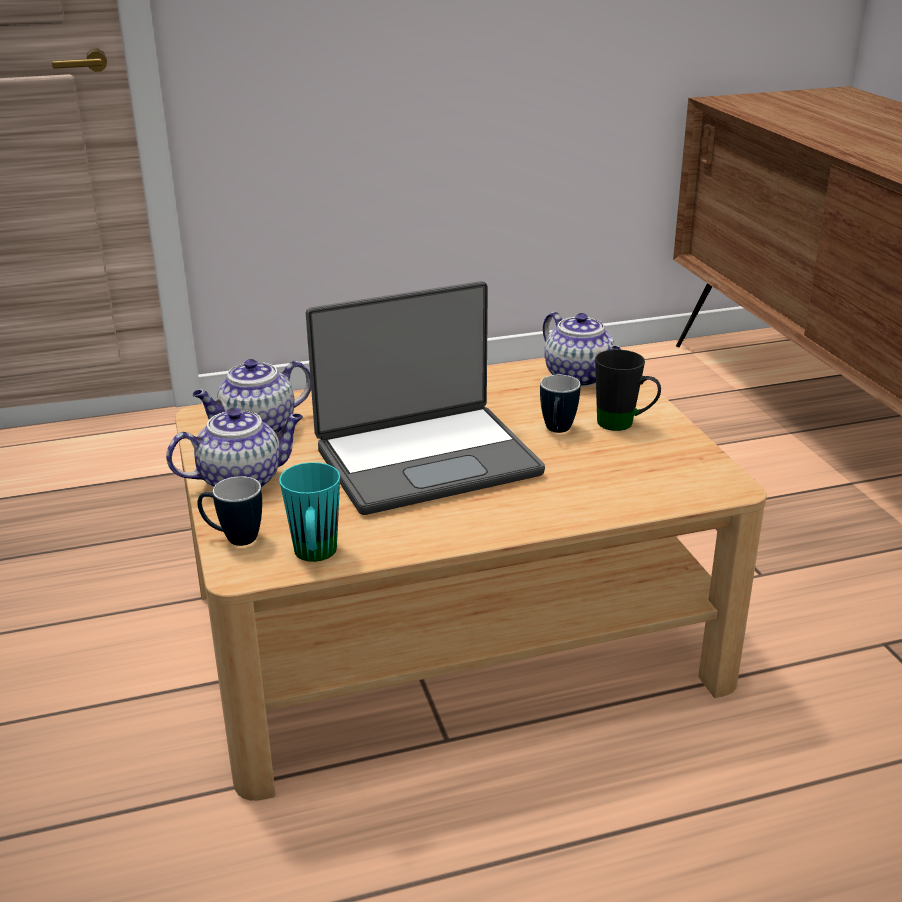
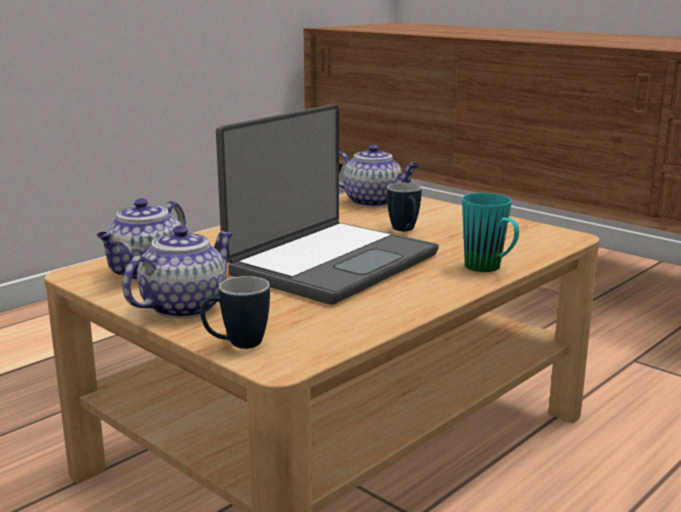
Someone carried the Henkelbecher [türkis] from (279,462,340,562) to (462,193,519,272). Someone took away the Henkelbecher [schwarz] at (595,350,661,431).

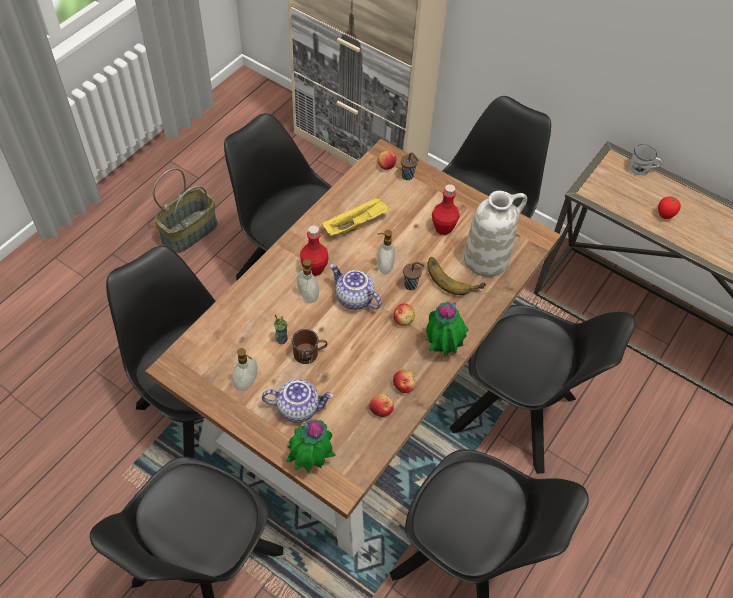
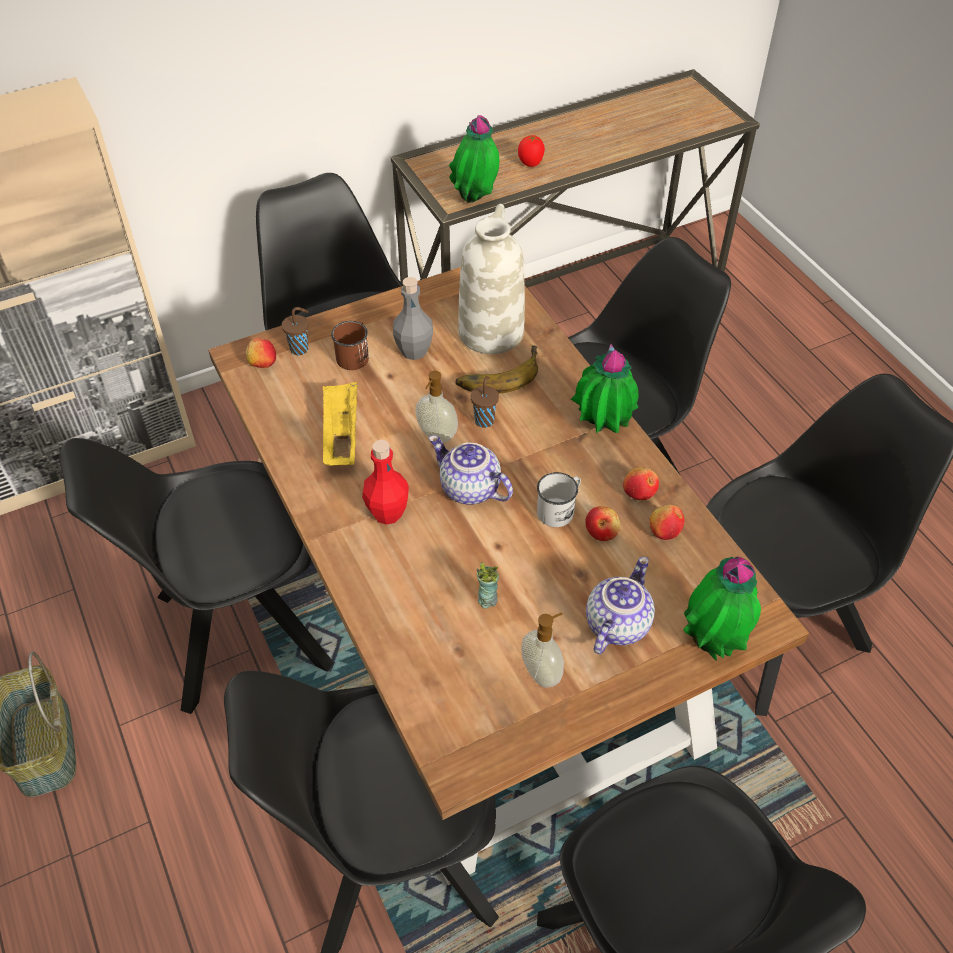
Someone carried the Henkelbecher [braun] from (291,329,327,364) to (331,321,369,370). Someone took away the Seifenspender at (297,259,319,303). Someone rotated the Teekanne at (330,264,381,310) by 60 degrees clockwise. Someone carried the Apfel from (393,303,415,326) to (585,506,620,541). Someone repainted the Flasche [rot] at (432,184,460,235), which became the Flasche [grau] at (393,277,433,360). Someone carried the Henkelbecher [weiß] from (629,144,662,175) to (537,472,581,527). Someone put down the Topfpflanze at (449,115,499,203).

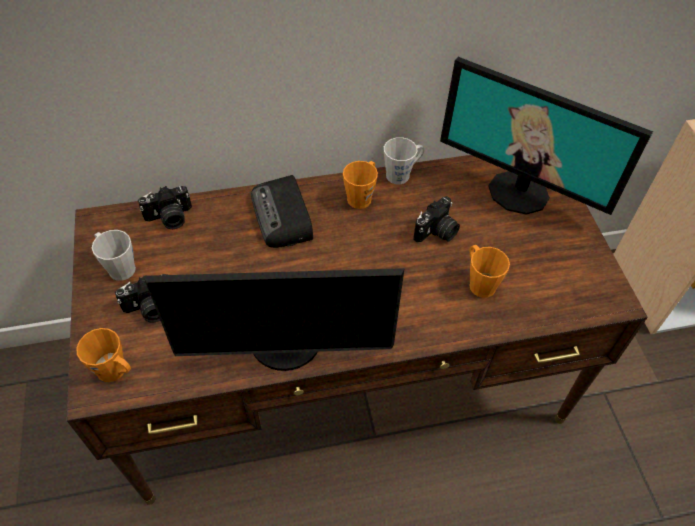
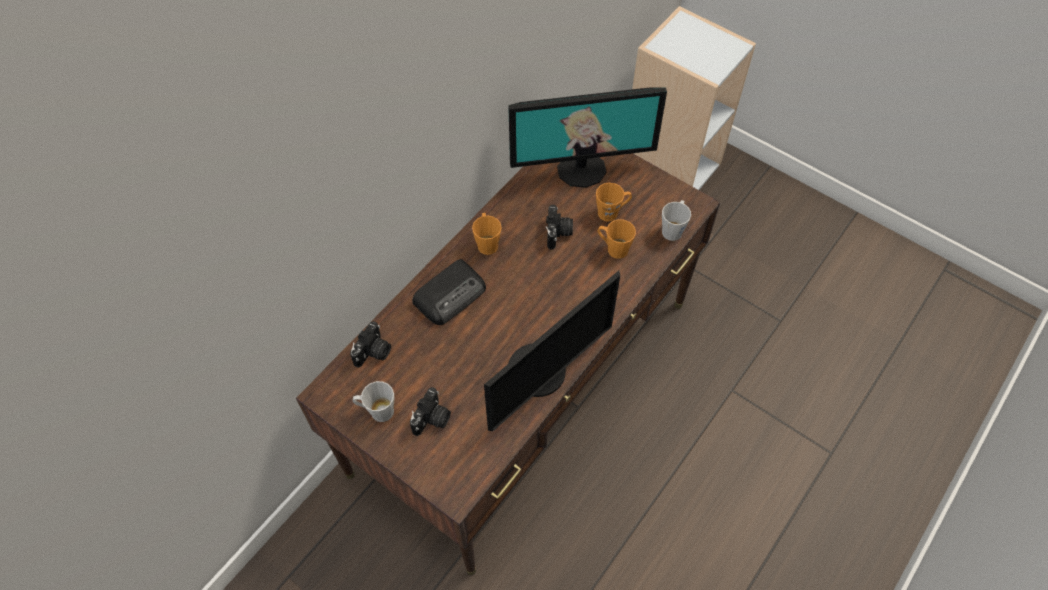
Someone carried the Henkelbecher [orange] from (76,328,131,382) to (596,183,632,222). Someone rotated the Radio at (251,175,313,248) by 75 degrees counterclockwise. Someone carried the Henkelbecher [grau] from (384,137,424,184) to (662,200,691,241).

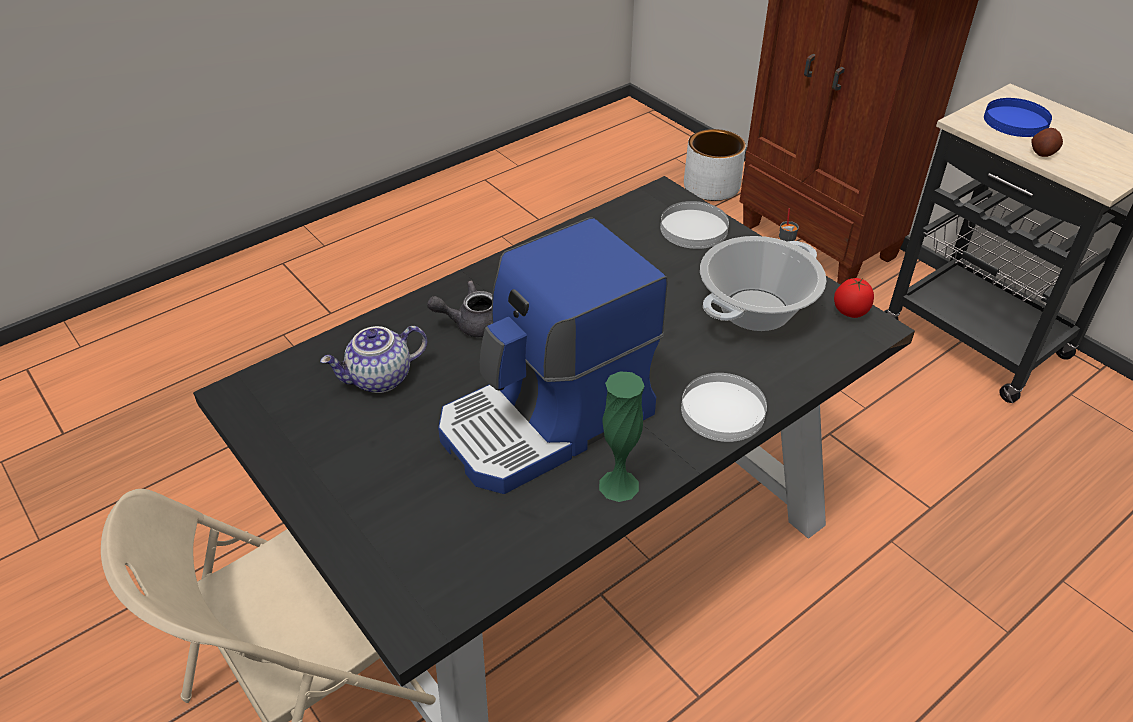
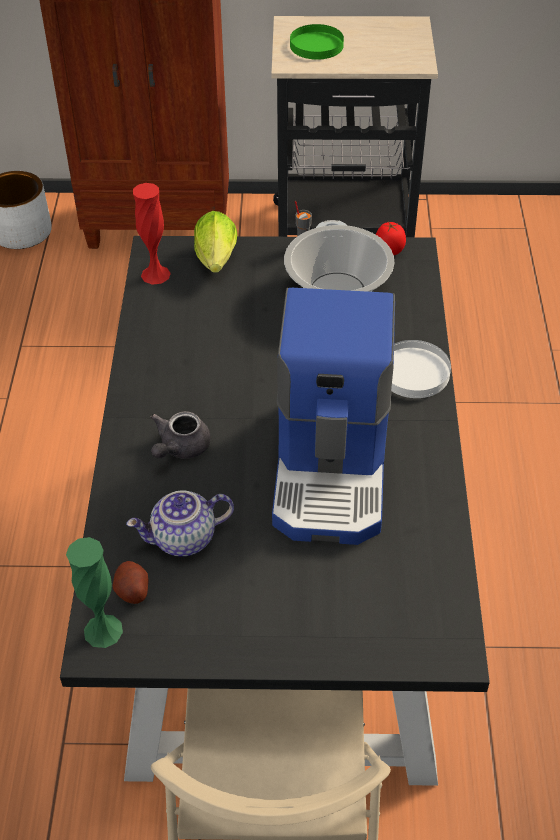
Someone rotated the Teekanne at (320,326,427,393) by 60 degrees clockwise. Someone carried the Vase [grün] from (599,371,644,502) to (66,537,123,648). Someone swapped the Teller [weiß] at (660,201,729,249) for the Salatkopf at (194,211,237,273). Someone repainted the Teller [blau] at (984,98,1052,137), which became the Teller [grün] at (290,24,344,60). Someone carried the Kartoffel from (1031,128,1063,157) to (113,561,149,604). Someone put down the Vase [rot] at (133,183,171,285).

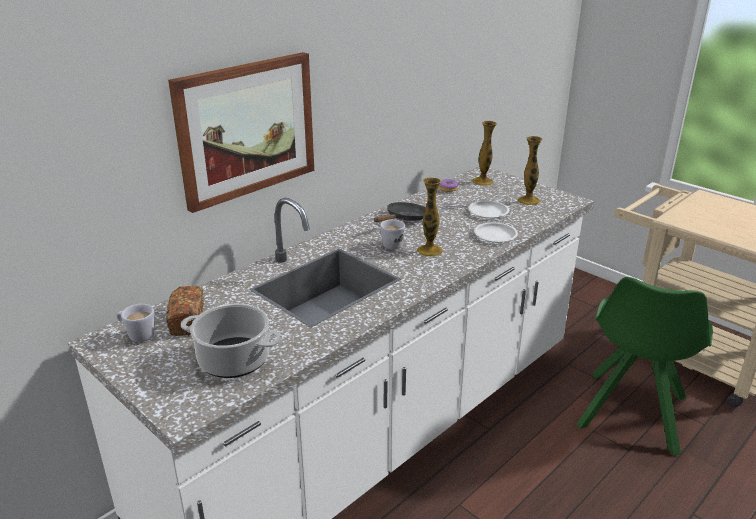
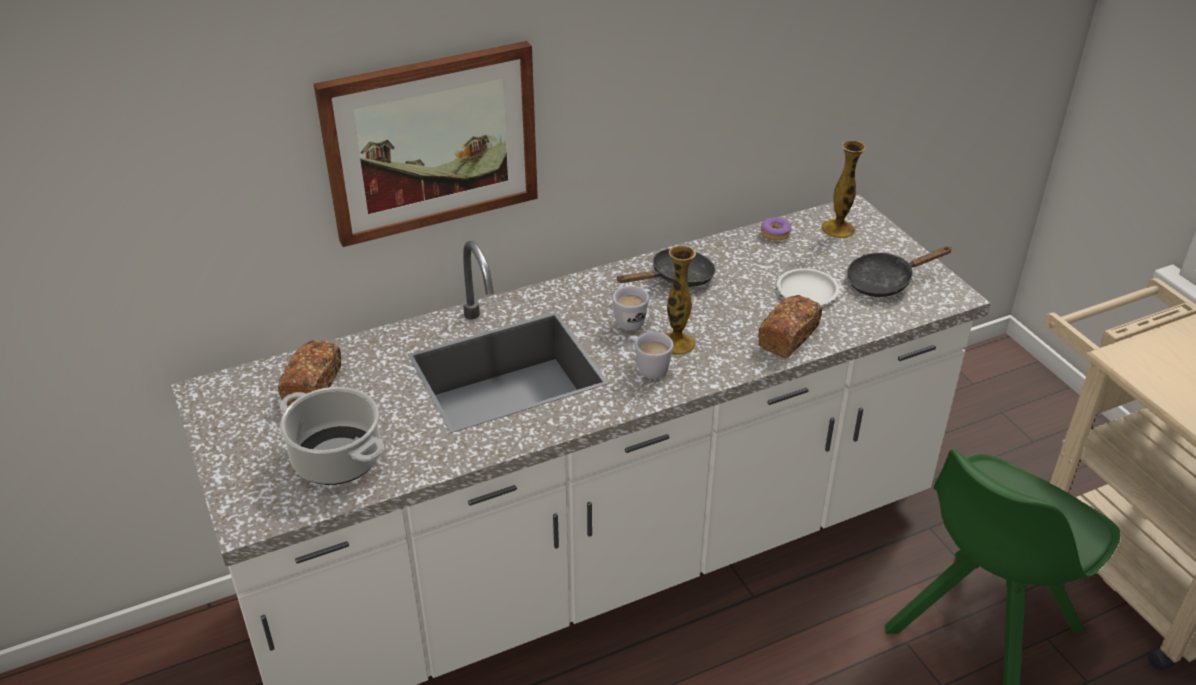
Someone carried the Henkelbecher [weiß] from (116,304,155,342) to (628,332,673,379). Someone swapped the Teller [weiß] at (474,222,518,243) for the Brot at (758,295,822,358). Someone swapped the Vase at (518,136,543,205) for the Pfanne [schwarz] at (847,246,952,297).

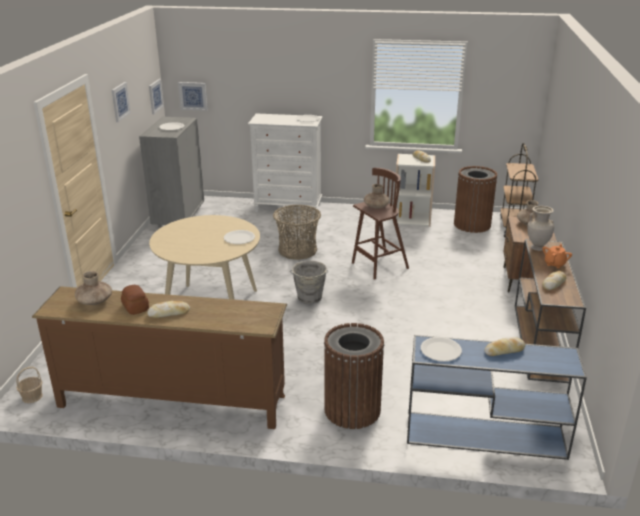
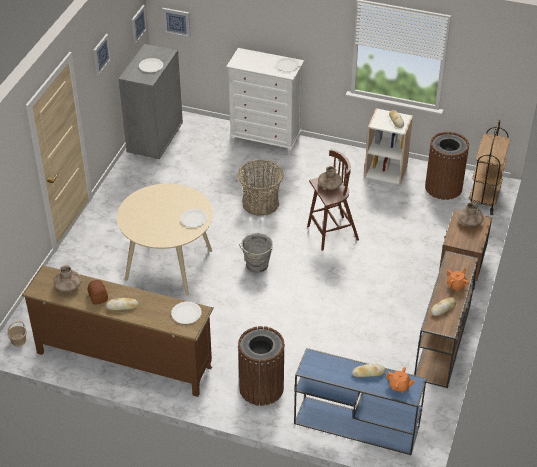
Someone carried the Teller [weiß] from (421,337,462,362) to (171,302,202,324). Someone took away the Vase [beige] at (527,206,554,251). Someone put down the Teekanne [orange] at (386,367,415,392).

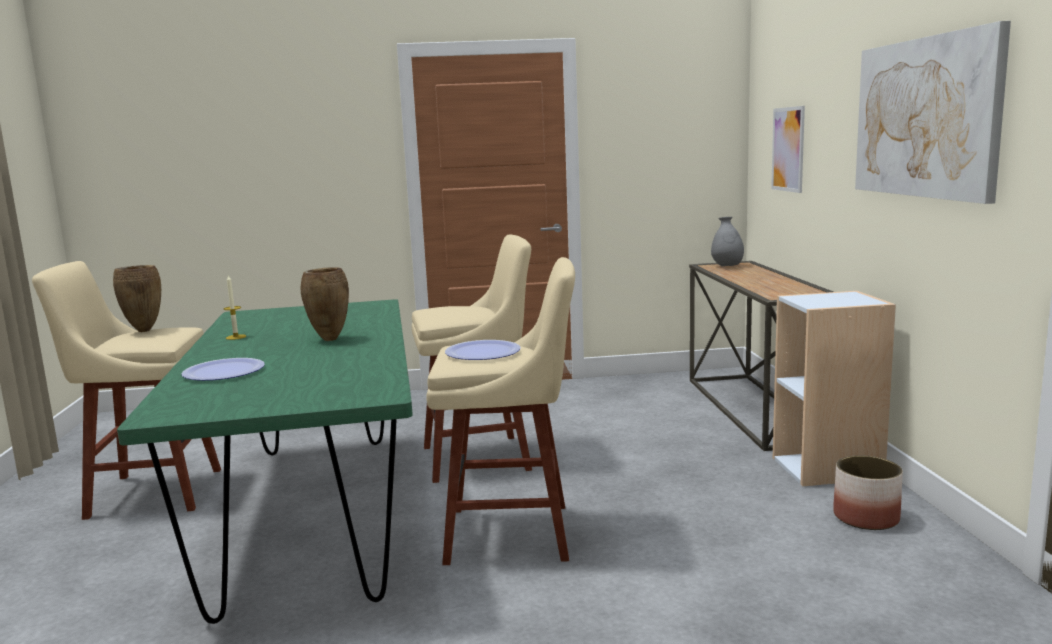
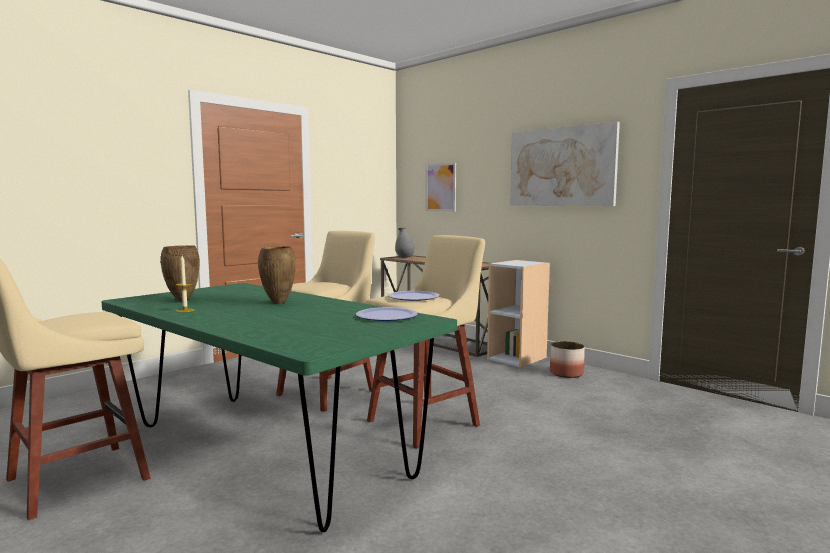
Someone carried the Vase [braun] from (113,265,161,332) to (160,245,200,301). Someone carried the Teller from (181,358,265,381) to (356,307,418,321).

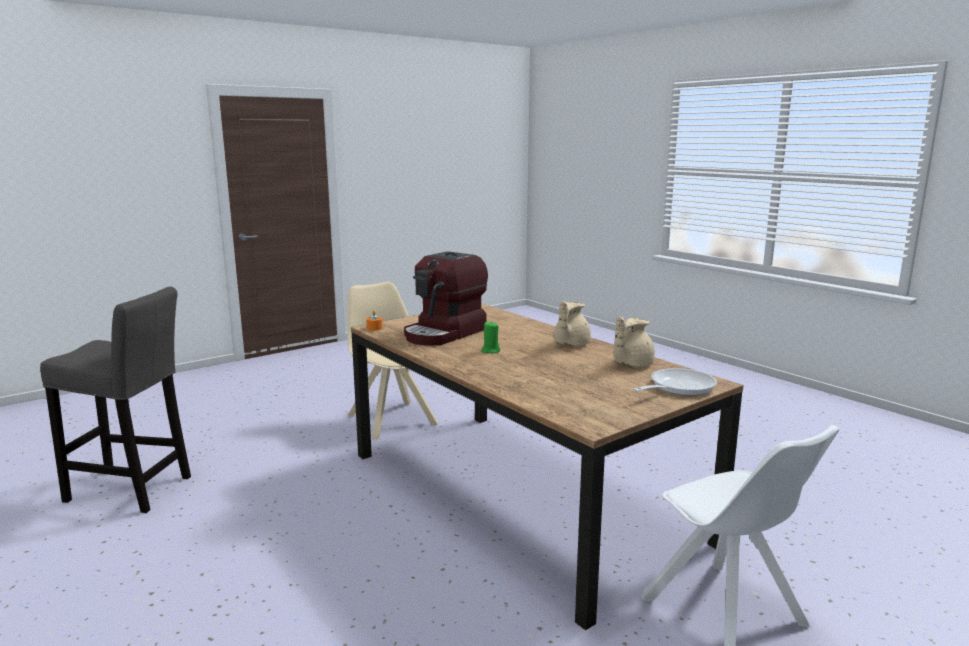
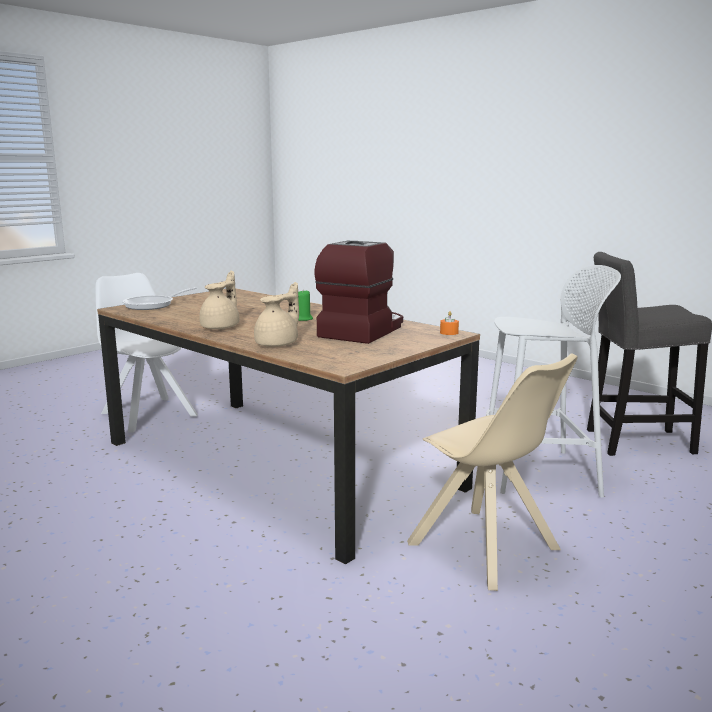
Someone carried the Teekanne [beige] from (613,316,655,367) to (254,282,299,347). Someone put down the Hocker [weiß] at (486,265,621,498).

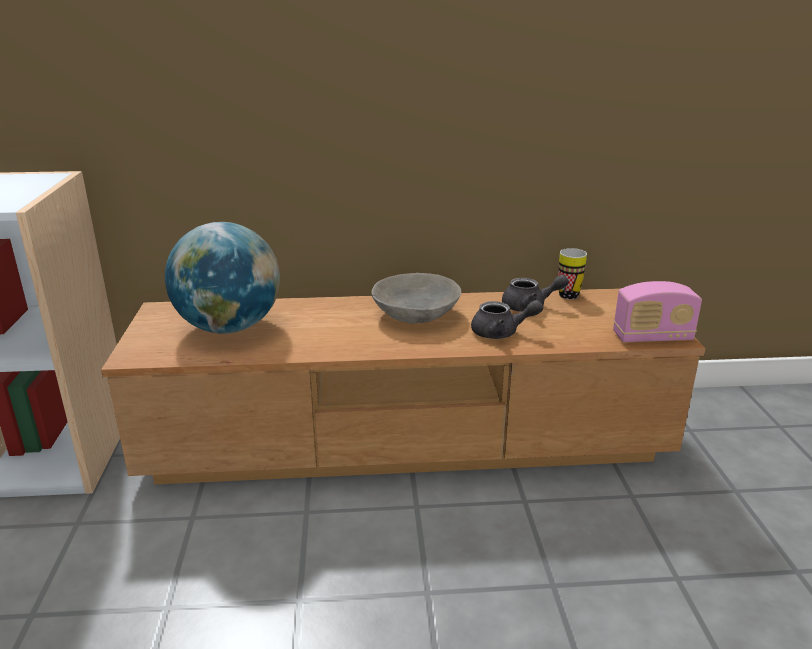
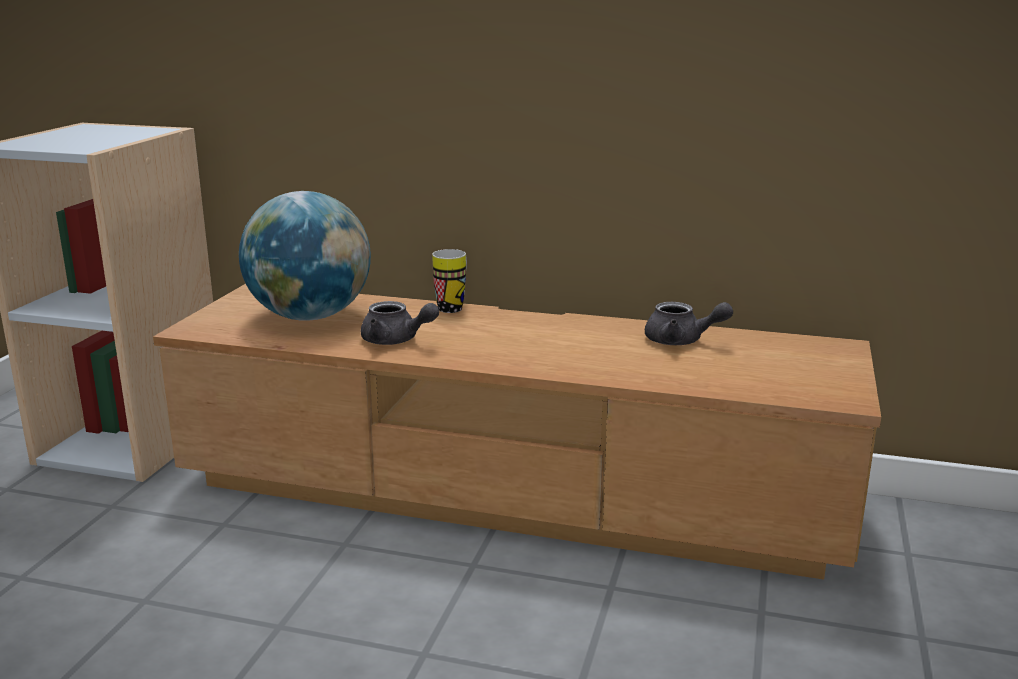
Someone took away the Schüssel [grau] at (371,273,461,323). Someone carried the Teekanne [grau] from (471,300,543,339) to (360,301,439,345). Someone carried the Henkelbecher from (558,248,587,299) to (432,249,467,313). Someone took away the Radio at (613,281,702,342).

